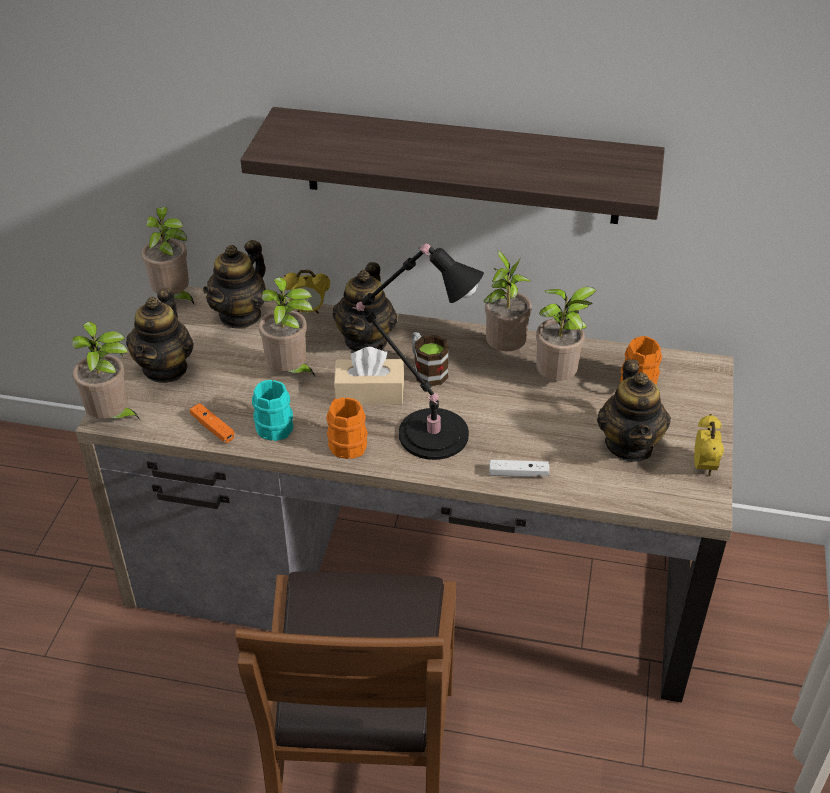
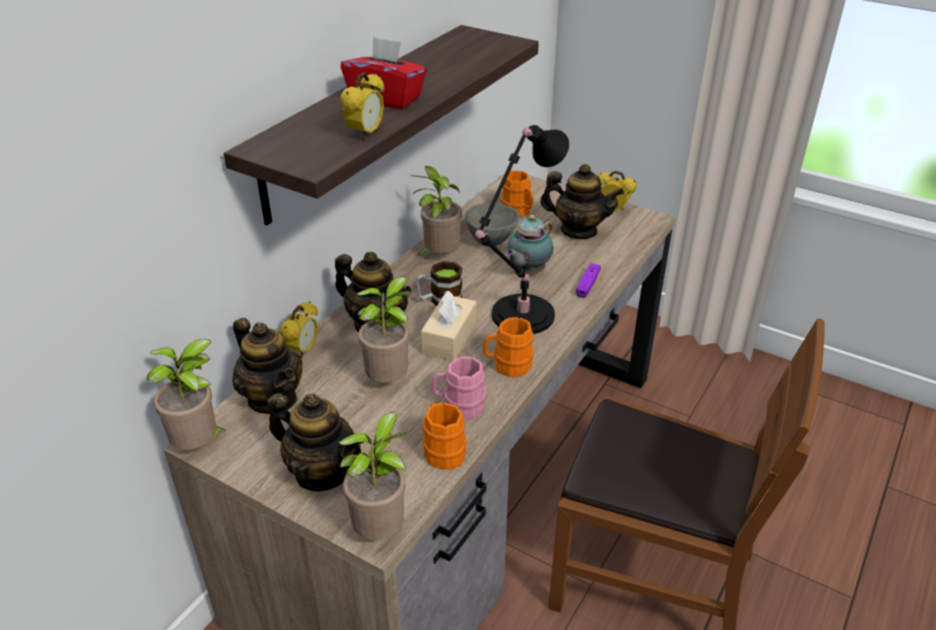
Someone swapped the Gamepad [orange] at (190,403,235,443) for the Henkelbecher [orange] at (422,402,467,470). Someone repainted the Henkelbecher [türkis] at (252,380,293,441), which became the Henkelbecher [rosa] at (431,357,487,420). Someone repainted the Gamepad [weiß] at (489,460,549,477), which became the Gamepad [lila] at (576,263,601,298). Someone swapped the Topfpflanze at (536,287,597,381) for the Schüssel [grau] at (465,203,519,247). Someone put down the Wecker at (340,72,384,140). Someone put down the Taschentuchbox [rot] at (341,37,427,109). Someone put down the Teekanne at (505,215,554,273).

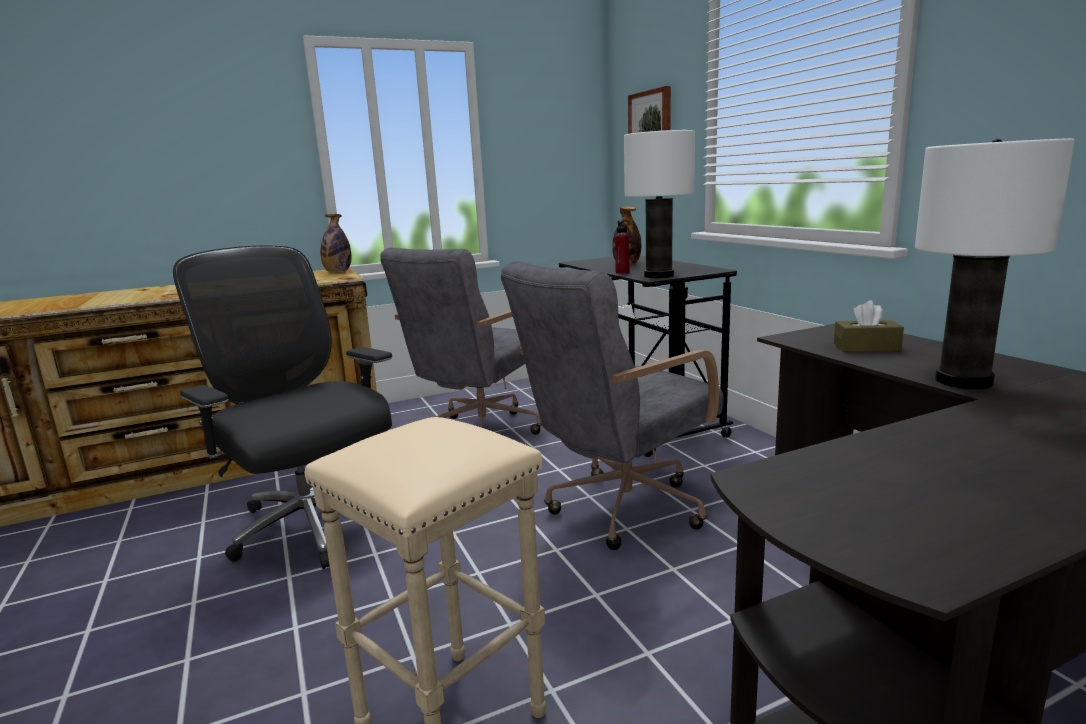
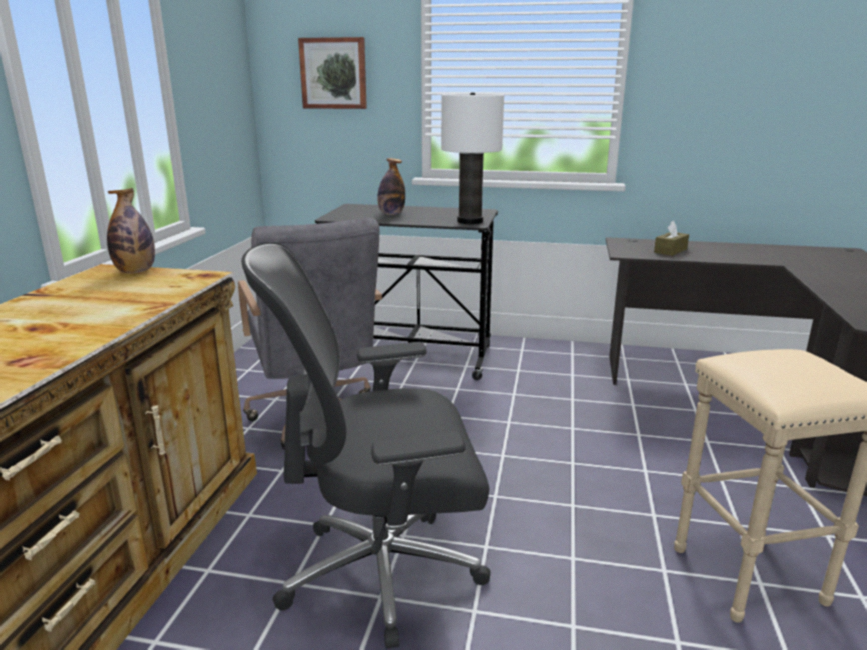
Someone took away the Bürostuhl [grau] at (501,261,724,550). Someone took away the Flasche [rot] at (615,220,630,274). Someone took away the Tischlampe [weiß] at (915,138,1075,389).

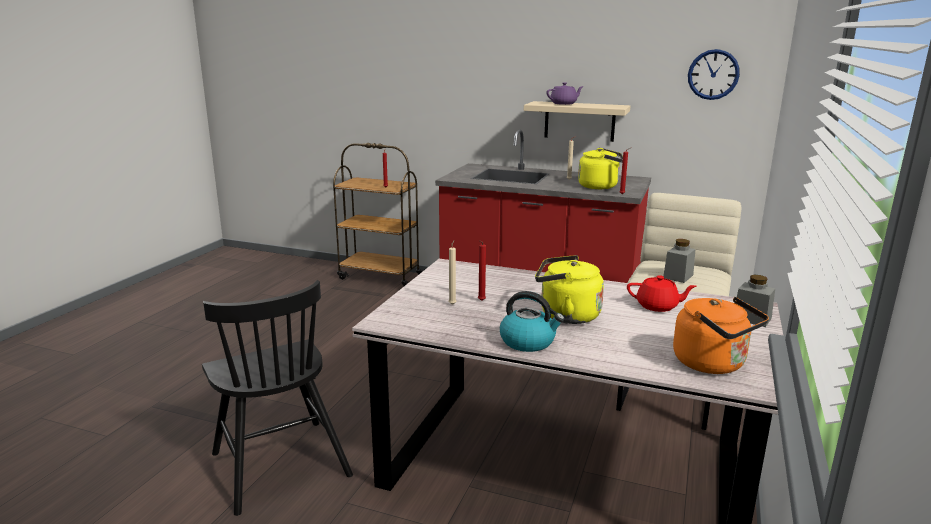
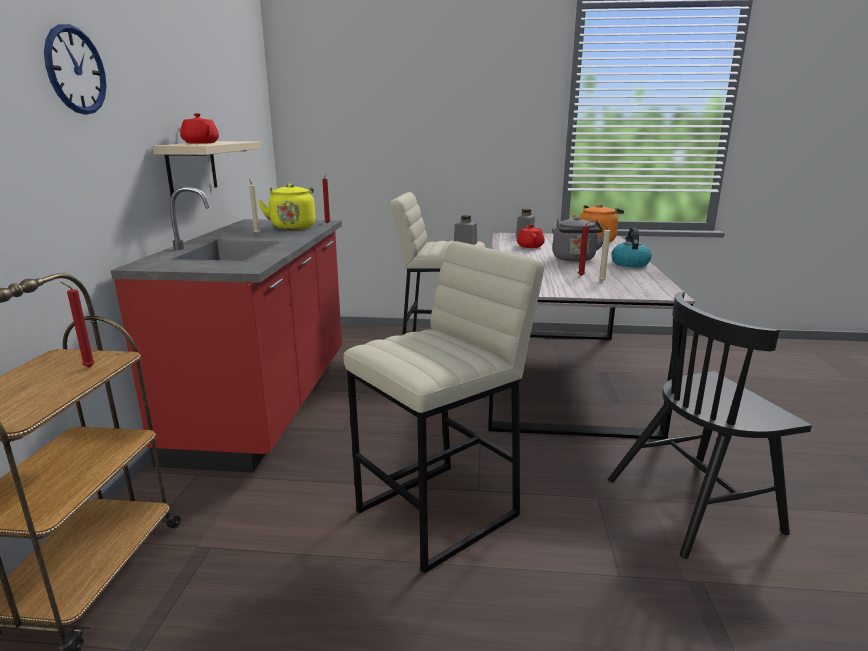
Someone rotated the Stuhl [schwarz] at (202,280,353,516) by 150 degrees counterclockwise. Someone repainted the Wasserkessel [gelb] at (535,255,604,324), which became the Wasserkessel [grau] at (552,217,604,262). Someone repainted the Teekanne [lila] at (546,82,584,105), which became the Teekanne [rot] at (180,113,219,144). Someone carried the Wanduhr from (688,49,740,100) to (44,24,107,115). Someone put down the Hocker [beige] at (344,241,544,573).

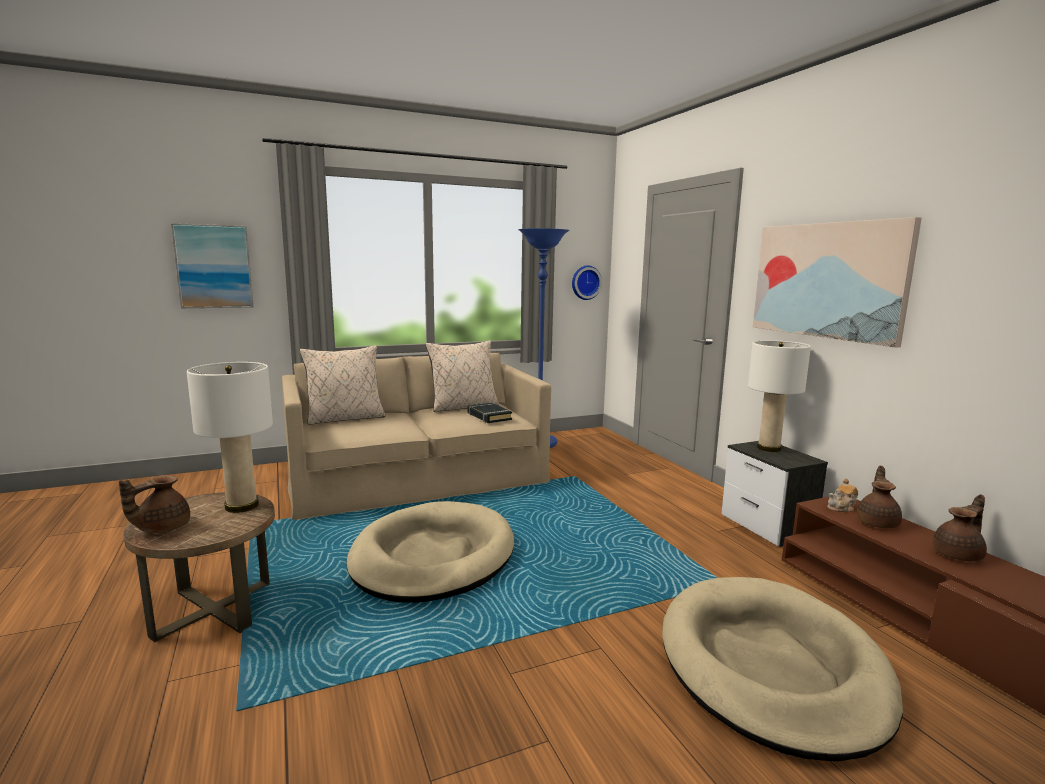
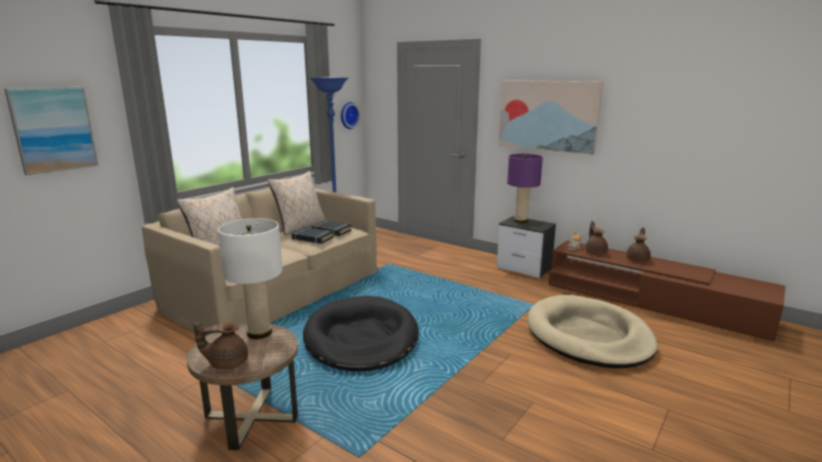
Someone rotated the Teekanne [braun] at (119,476,190,533) by 75 degrees clockwise. Someone repainted the Hundebett [beige] at (346,501,514,603), which became the Hundebett [schwarz] at (303,296,419,371). Someone repainted the Tischlampe [weiß] at (748,340,811,452), which became the Tischlampe [lila] at (507,154,543,223). Someone put down the Buch [schwarz] at (291,227,334,244).

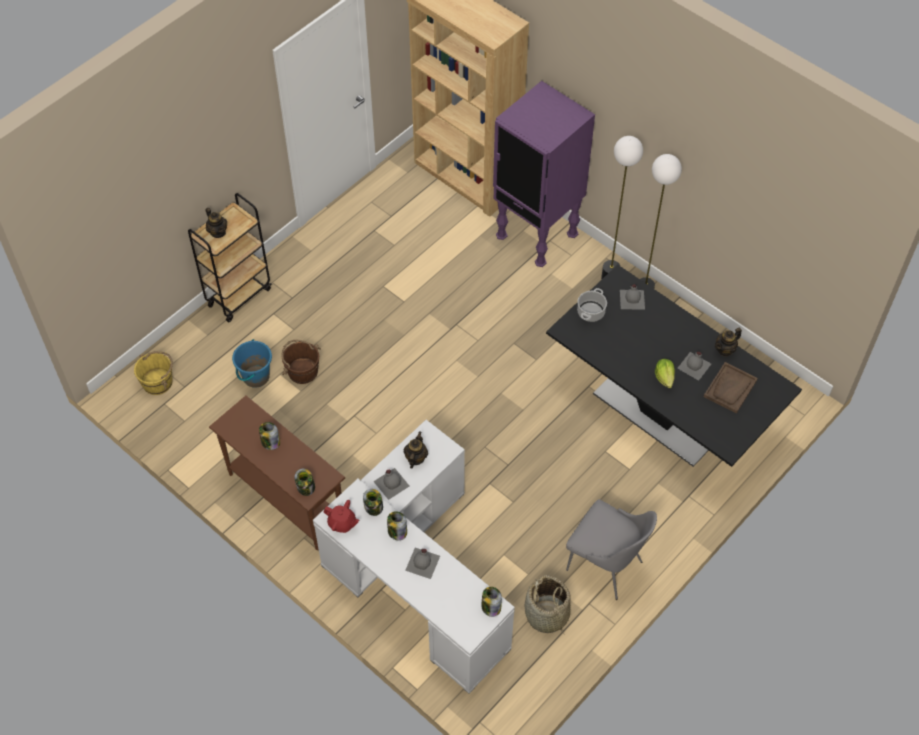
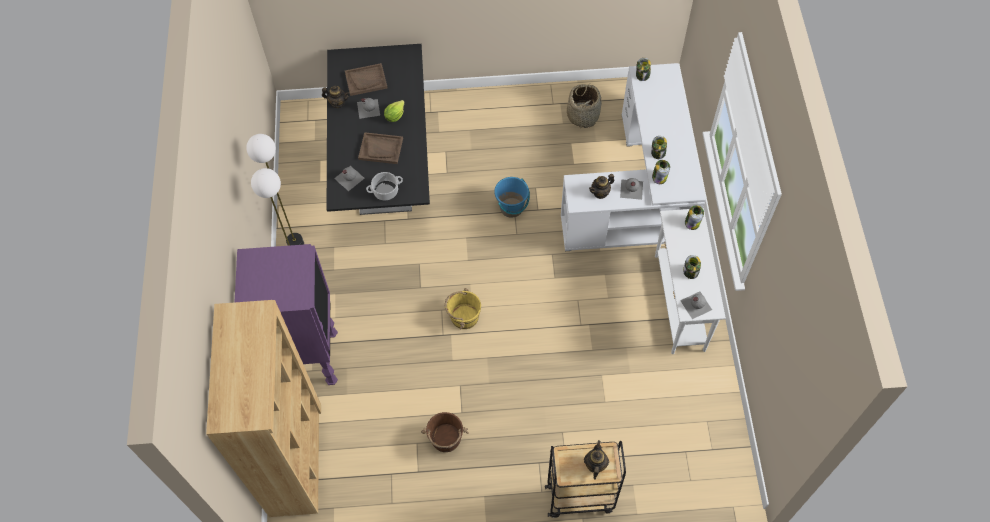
Someone carried the Eimer [gelb] from (134,351,173,395) to (445,288,481,330). Someone repainted the Konsolentisch [braun] at (209,396,345,550), which became the Konsolentisch [weiß] at (655,208,726,354). Someone carried the Eimer [blau] from (232,339,272,388) to (494,177,530,218). Someone carried the Eimer [braun] from (281,340,321,384) to (421,412,469,452). Someone took away the Teekanne [rot] at (324,500,359,533). Someone carried the Flasche [grau] from (405,548,440,579) to (680,291,712,319). Someone took away the Stuhl [grau] at (566,499,657,600). Someone put down the Tablett [braun] at (358,132,403,164).

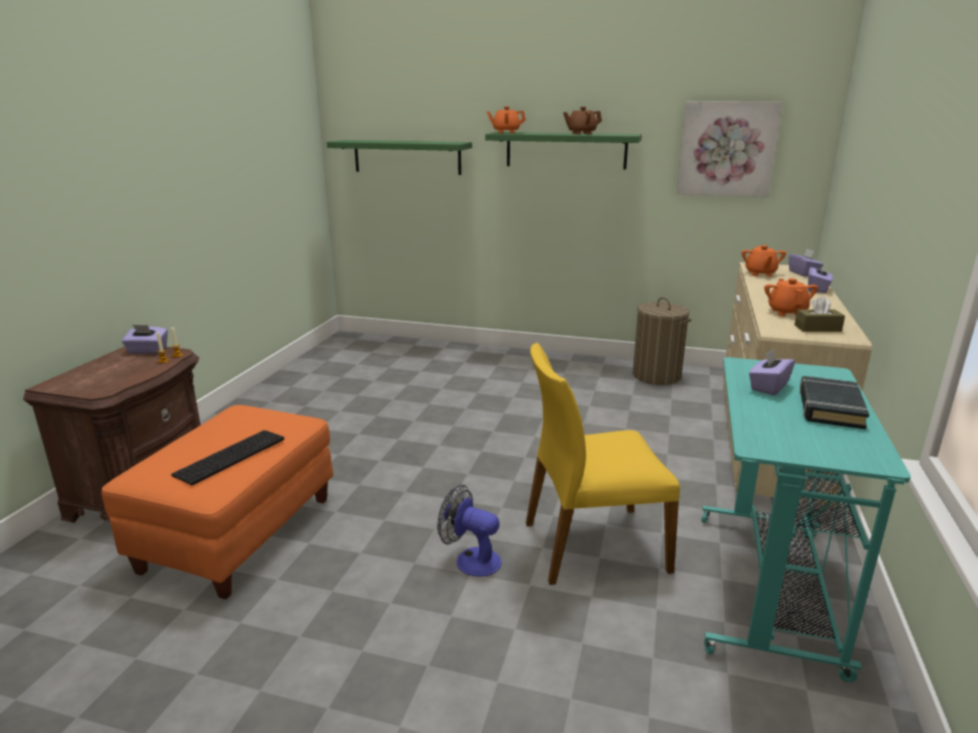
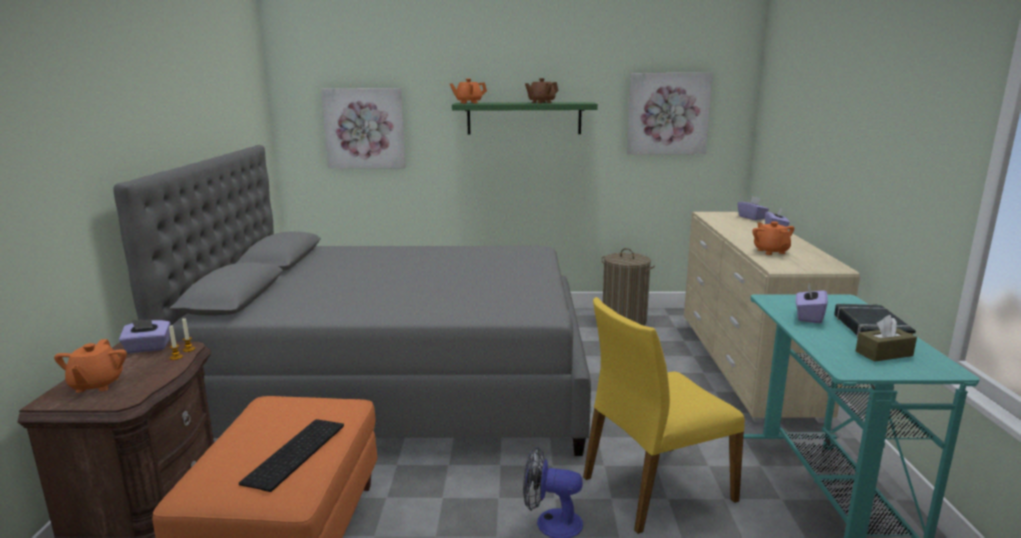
Someone swapped the Wandregal [grün] at (327,140,472,175) for the Bild at (321,88,406,169). Someone carried the Teekanne [orange] from (741,245,786,276) to (54,339,127,393). Someone carried the Taschentuchbox [braun] from (795,296,845,332) to (856,315,917,362). Someone put down the Bett [grau] at (113,145,591,456).

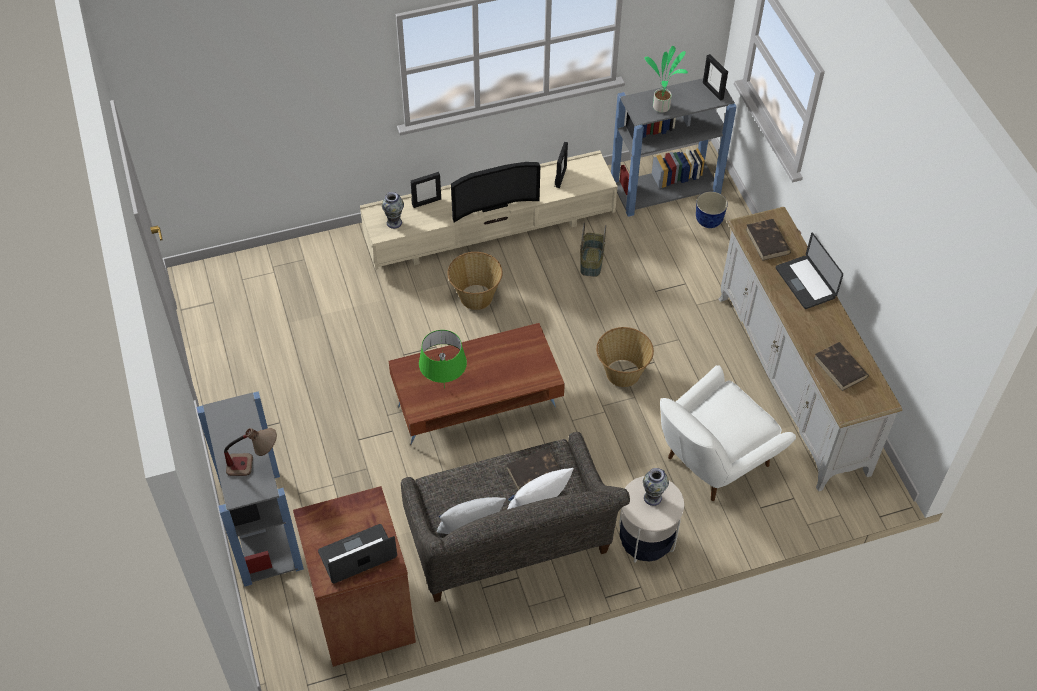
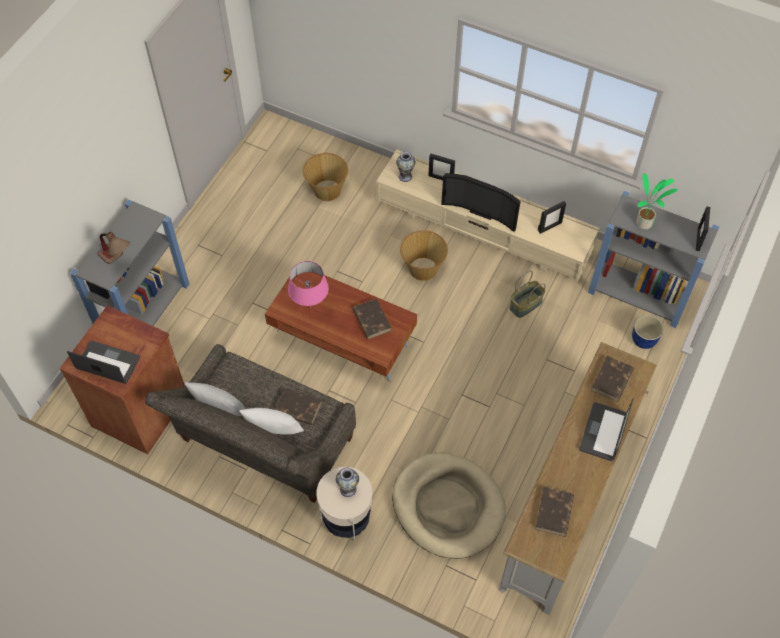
Someone repainted the Tischlampe [grün] at (419,330,467,388), which became the Tischlampe [rosa] at (288,261,329,309). Someone carried the Korb from (596,327,654,387) to (303,153,348,201). Someone swapped the Sessel [weiß] at (660,365,796,501) for the Hundebett [beige] at (392,453,506,559). Someone put down the Buch [braun] at (353,298,391,339).

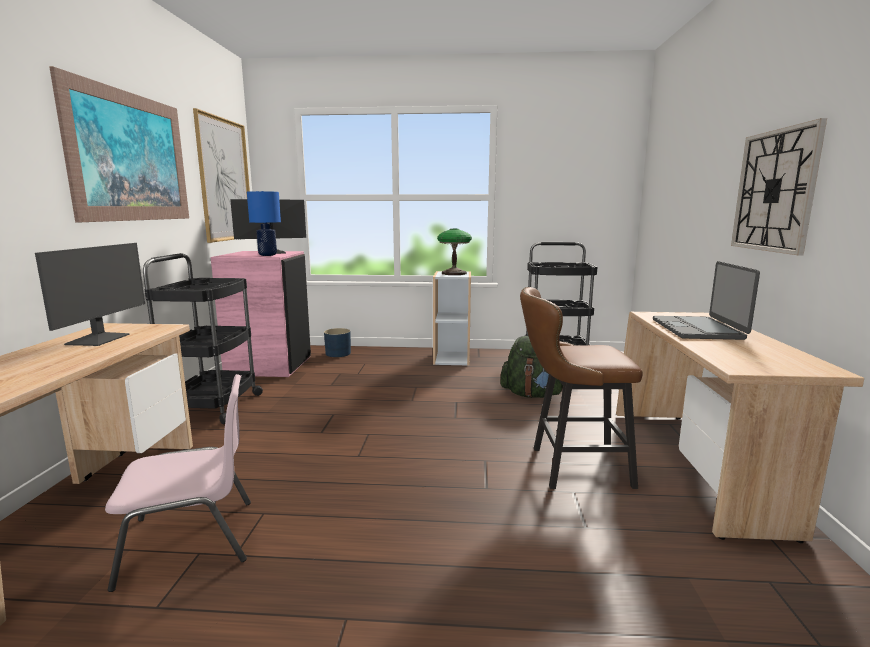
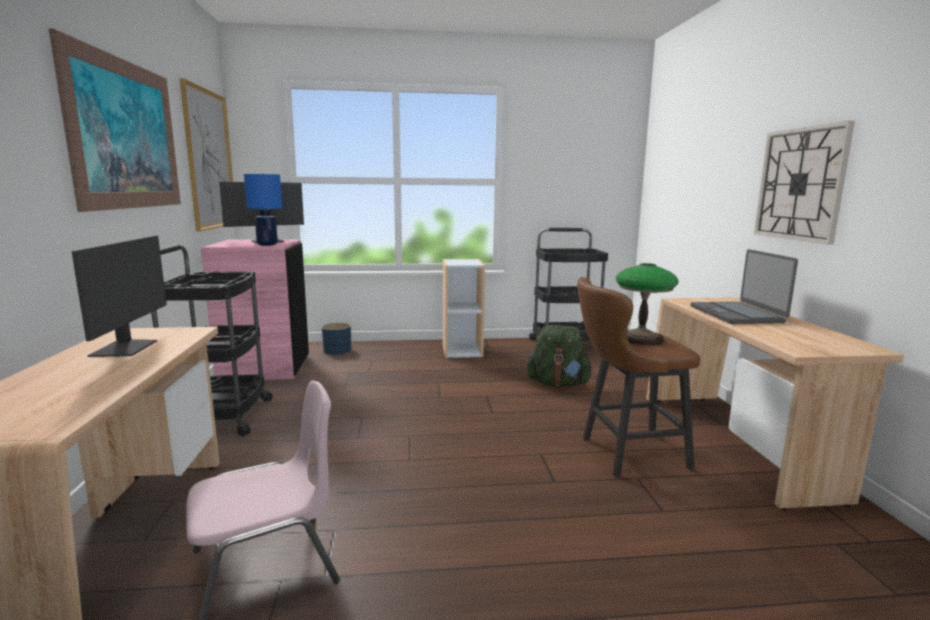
Someone carried the Tischlampe from (437,229,472,275) to (616,263,678,345).

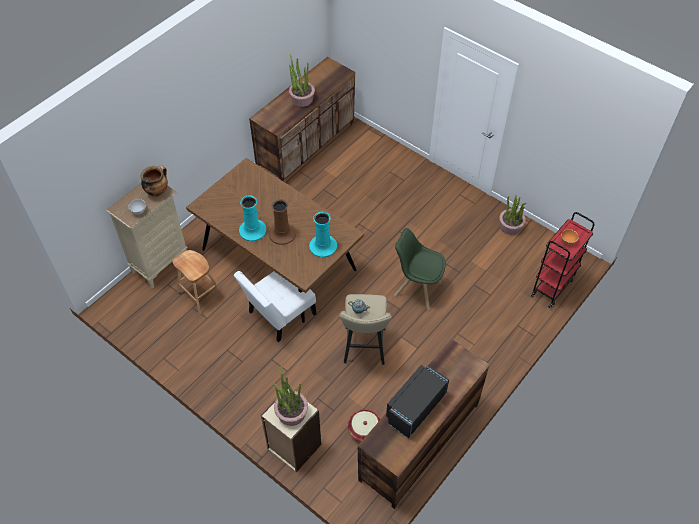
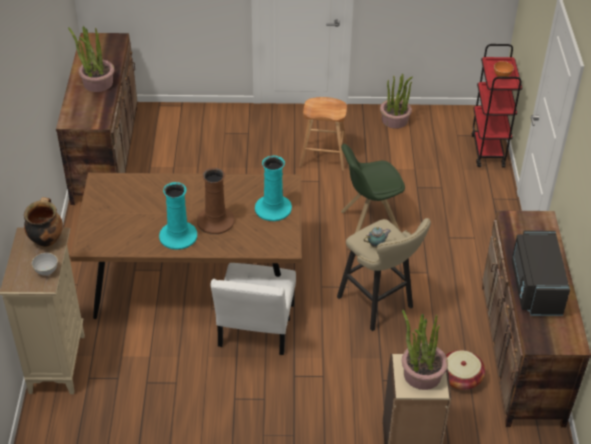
Someone carried the Hocker [braun] from (172,250,224,315) to (299,97,347,171).

